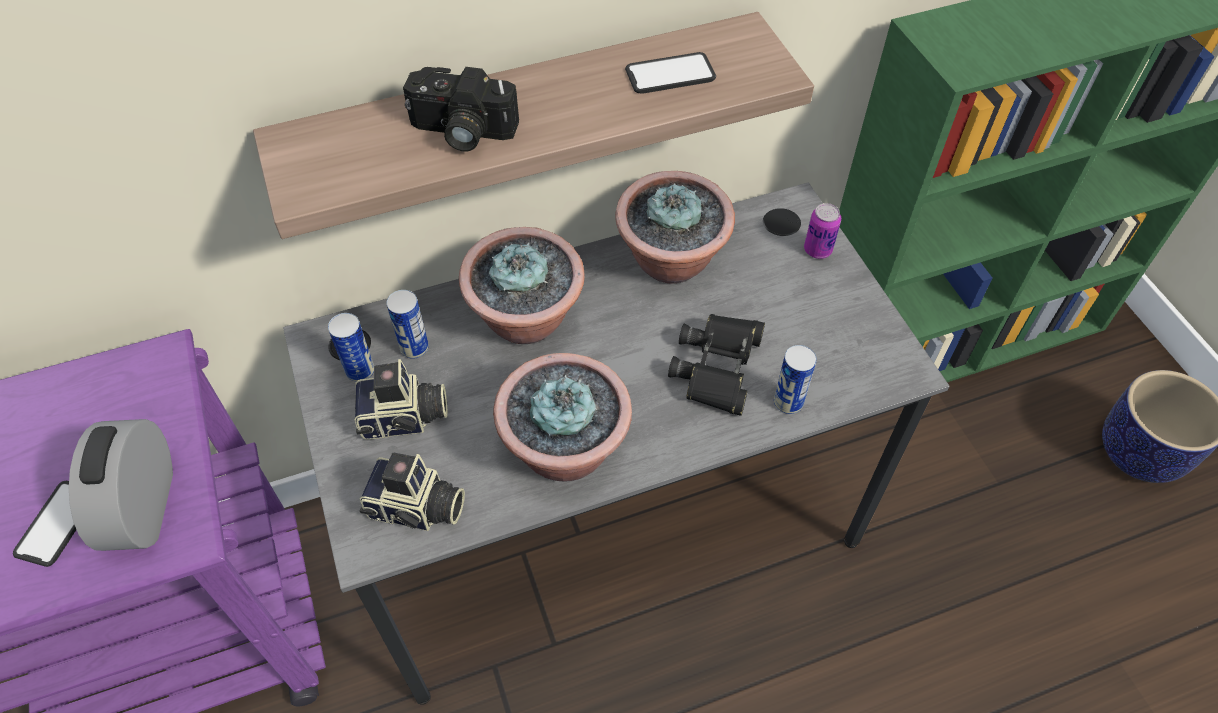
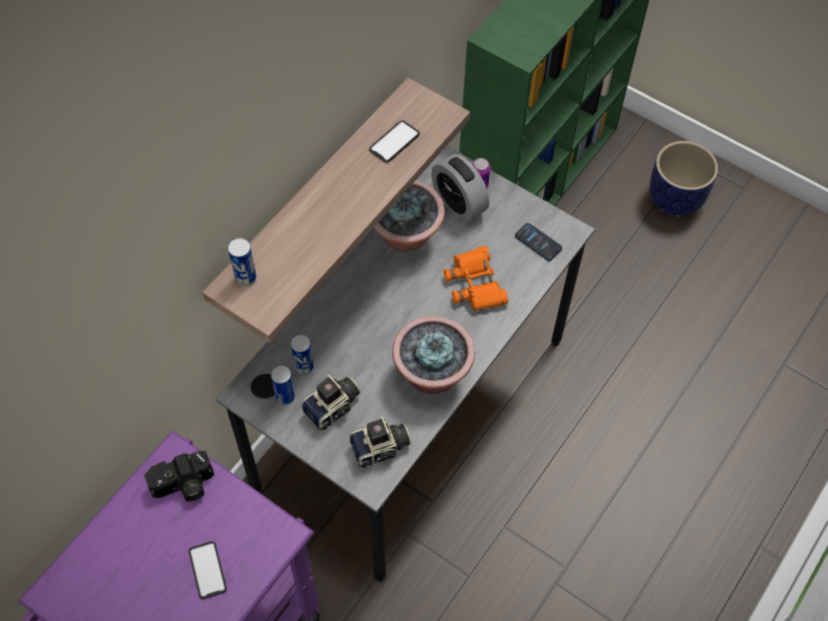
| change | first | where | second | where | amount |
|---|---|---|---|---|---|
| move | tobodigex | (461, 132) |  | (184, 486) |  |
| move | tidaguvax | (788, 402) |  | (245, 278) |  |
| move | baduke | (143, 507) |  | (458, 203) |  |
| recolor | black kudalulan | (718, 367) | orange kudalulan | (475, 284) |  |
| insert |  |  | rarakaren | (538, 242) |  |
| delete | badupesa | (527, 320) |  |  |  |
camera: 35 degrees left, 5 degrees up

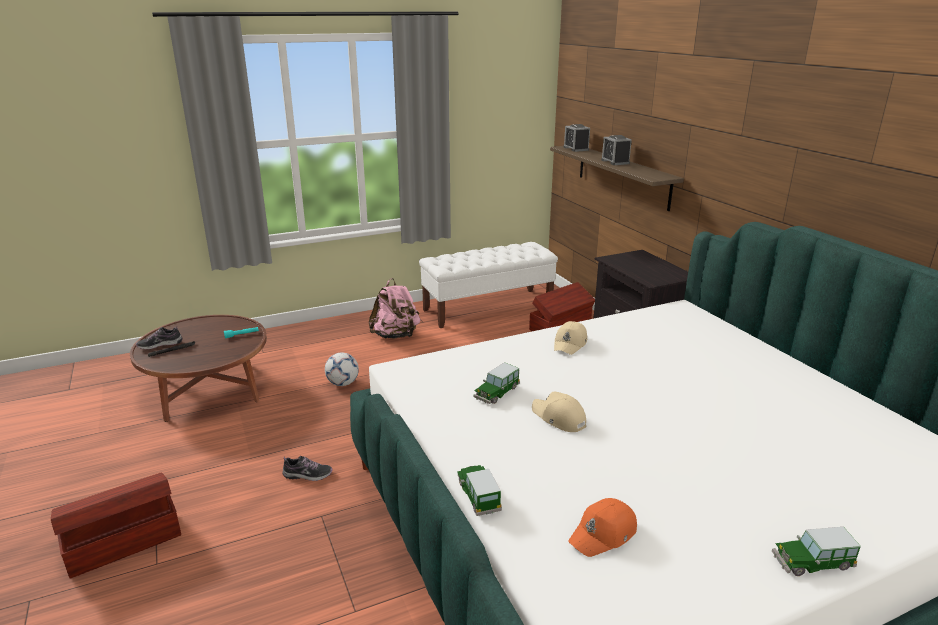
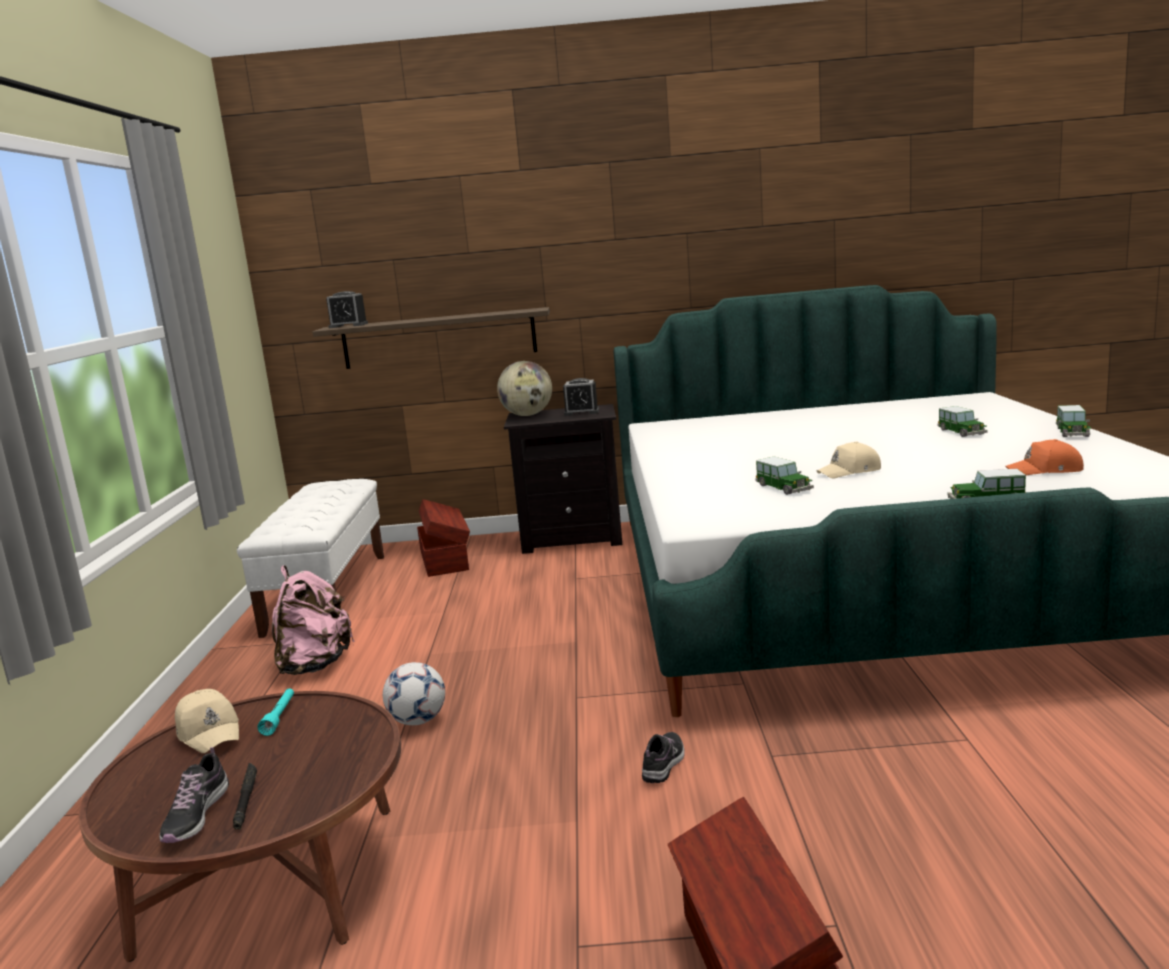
| change | first | where | second | where | amount |
|---|---|---|---|---|---|
| move | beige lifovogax | (570, 344) |  | (209, 732) |  |
| insert |  |  | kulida | (527, 415) |  |
| move | baduke | (615, 162) |  | (581, 412) |  |
| insert |  |  | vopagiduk | (961, 432) |  |
| rotate | orange lifovogax | (603, 534) |  | (1046, 471) | 105 degrees clockwise |
camera: 65 degrees left, 10 degrees down

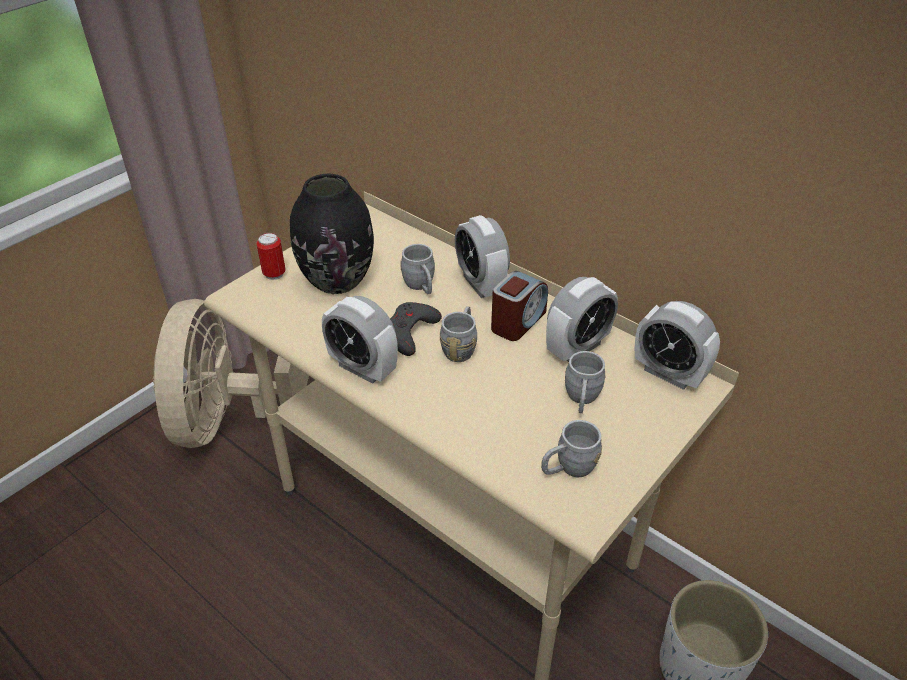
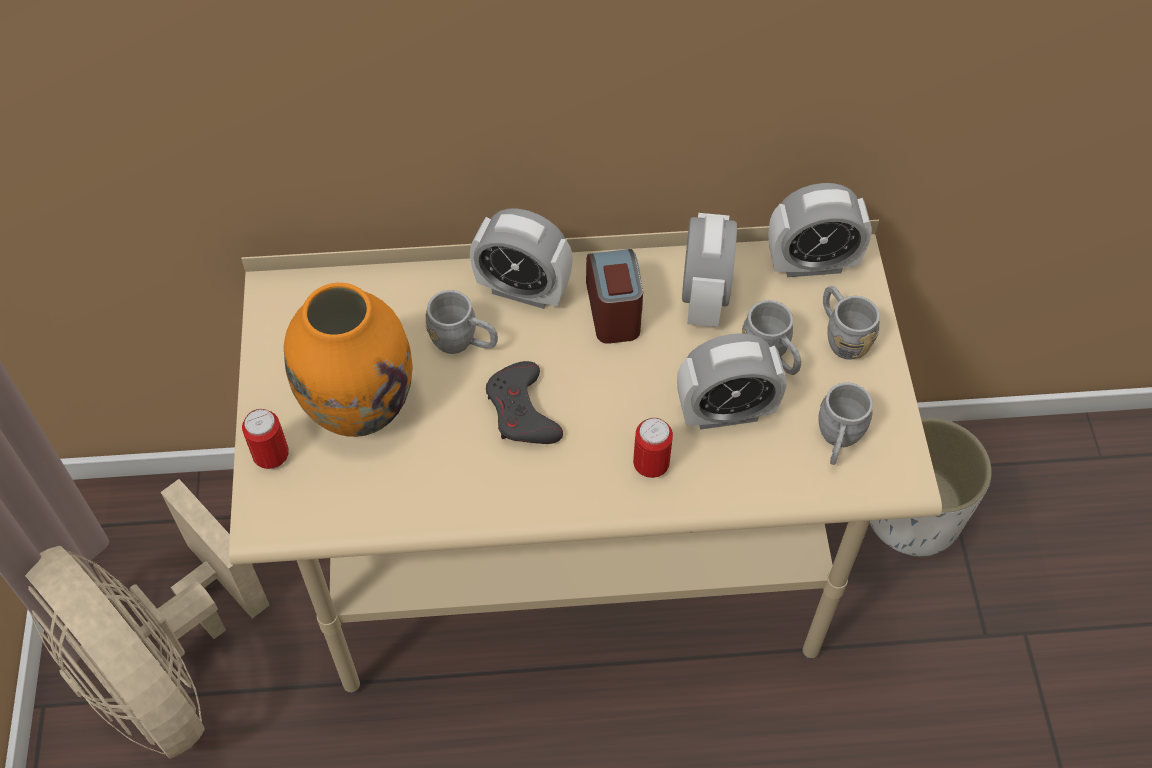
| change | first | where | second | where | amount |
|---|---|---|---|---|---|
| recolor | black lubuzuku | (337, 280) | orange lubuzuku | (359, 406) |  |
| insert |  |  | tidaguvax | (651, 465) |  |
| move | baduke | (362, 368) |  | (725, 412) |  |
| move | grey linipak | (461, 347) |  | (841, 336) |  |
camera: 45 degrees left, 15 degrees up

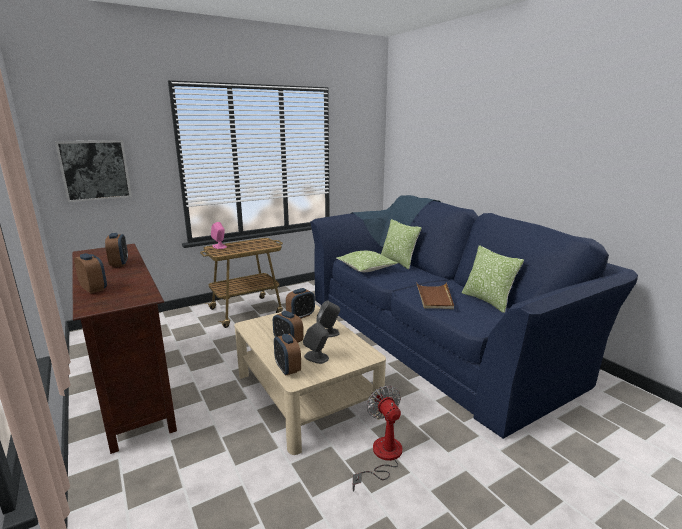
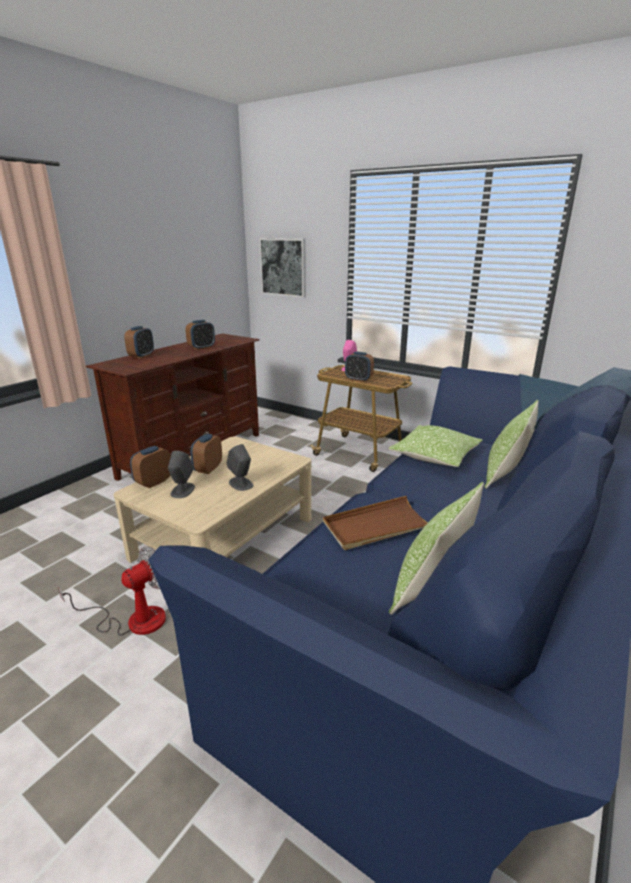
| change | first | where | second | where | amount |
|---|---|---|---|---|---|
| move | baduke | (301, 316) |  | (358, 379) |  |
camera: 65 degrees right, 5 degrees up

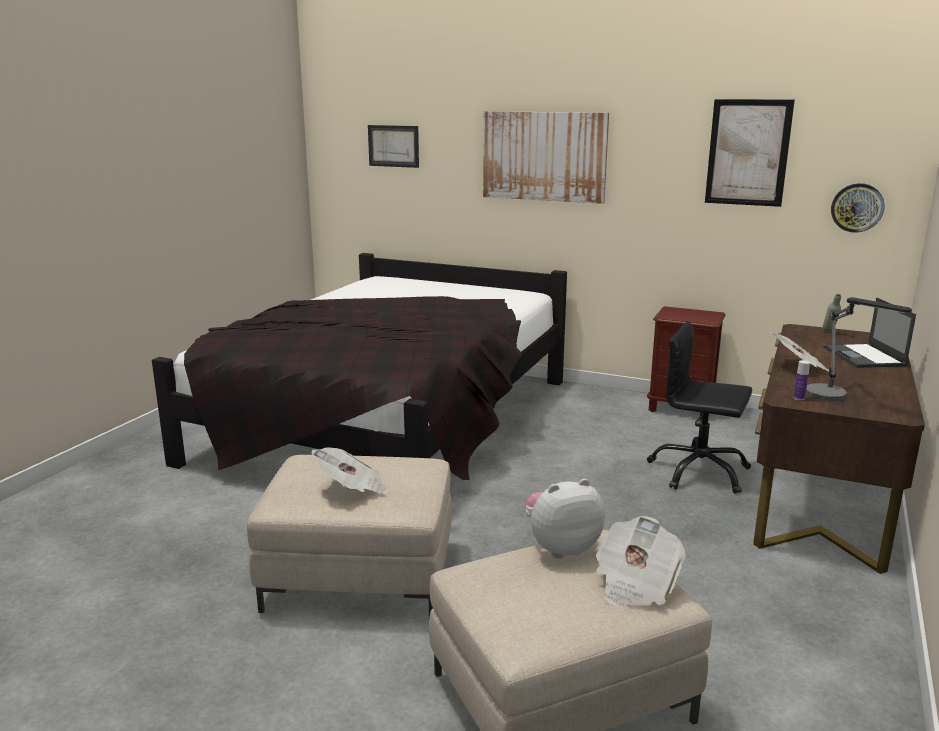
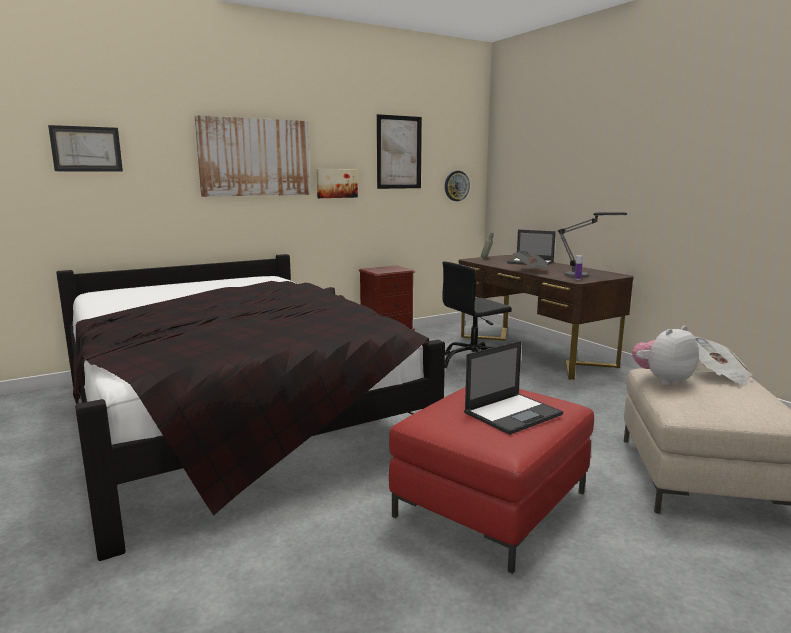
| change | first | where | second | where | amount |
|---|---|---|---|---|---|
| insert |  |  | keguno | (336, 183) |  |
| recolor | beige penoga | (360, 574) | red penoga | (491, 504) |  |
| replace | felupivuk | (352, 489) | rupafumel | (513, 413) |  |
| rotate | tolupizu | (561, 547) |  | (662, 380) | 45 degrees clockwise |
camera: 55 degrees left, 5 degrees down

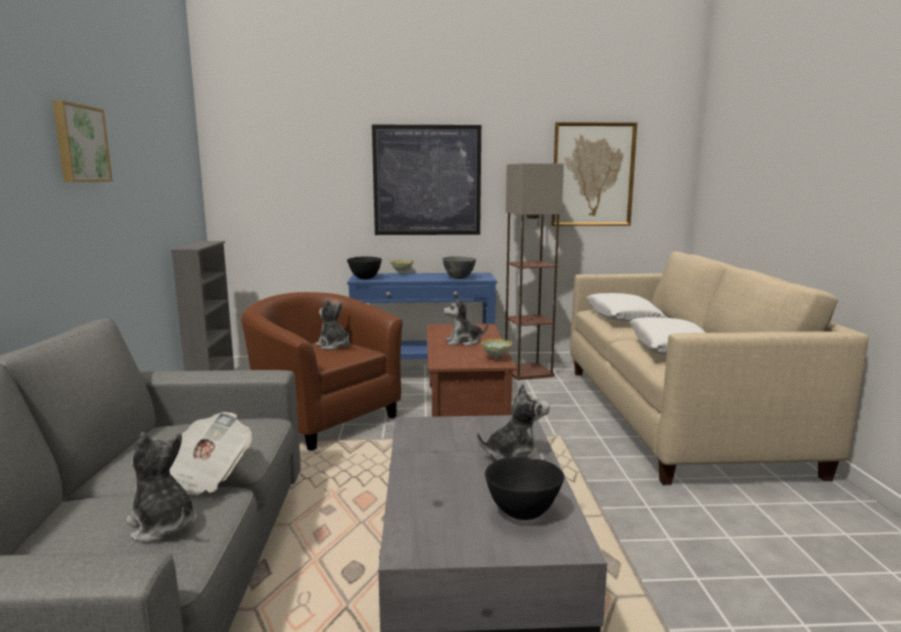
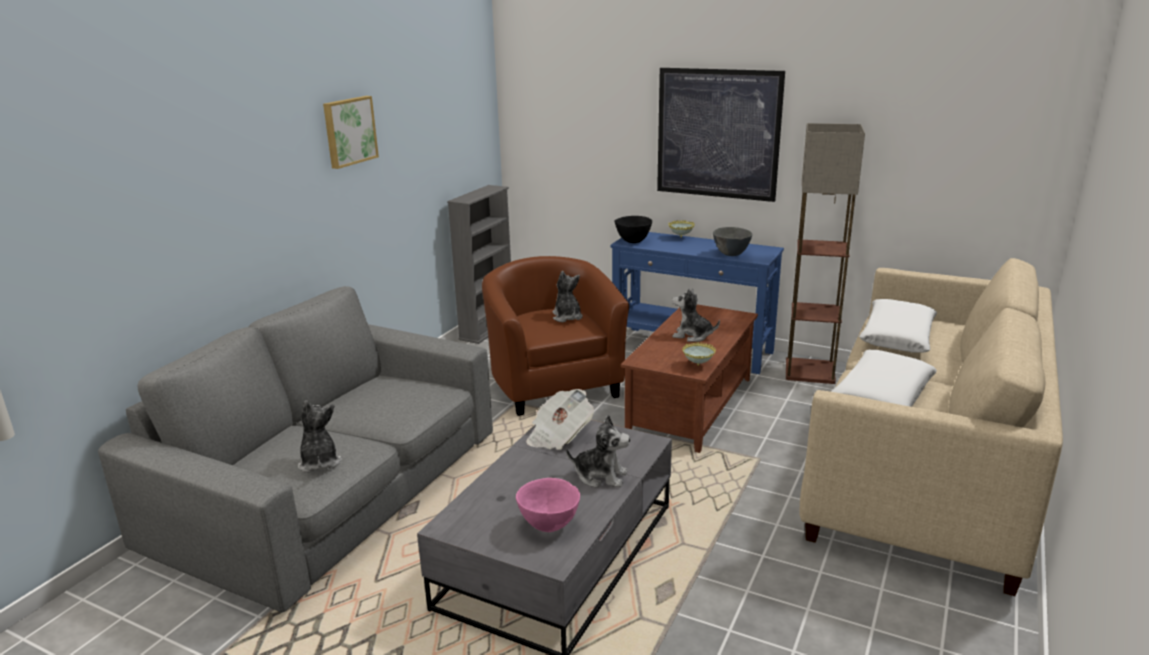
| change | first | where | second | where | amount |
|---|---|---|---|---|---|
| recolor | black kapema | (522, 513) | pink kapema | (549, 525) |  |
| move | felupivuk | (205, 477) |  | (559, 436) |  |
| delete | keguno | (592, 175) |  |  |  |
camera: 30 degrees right, 10 degrees up

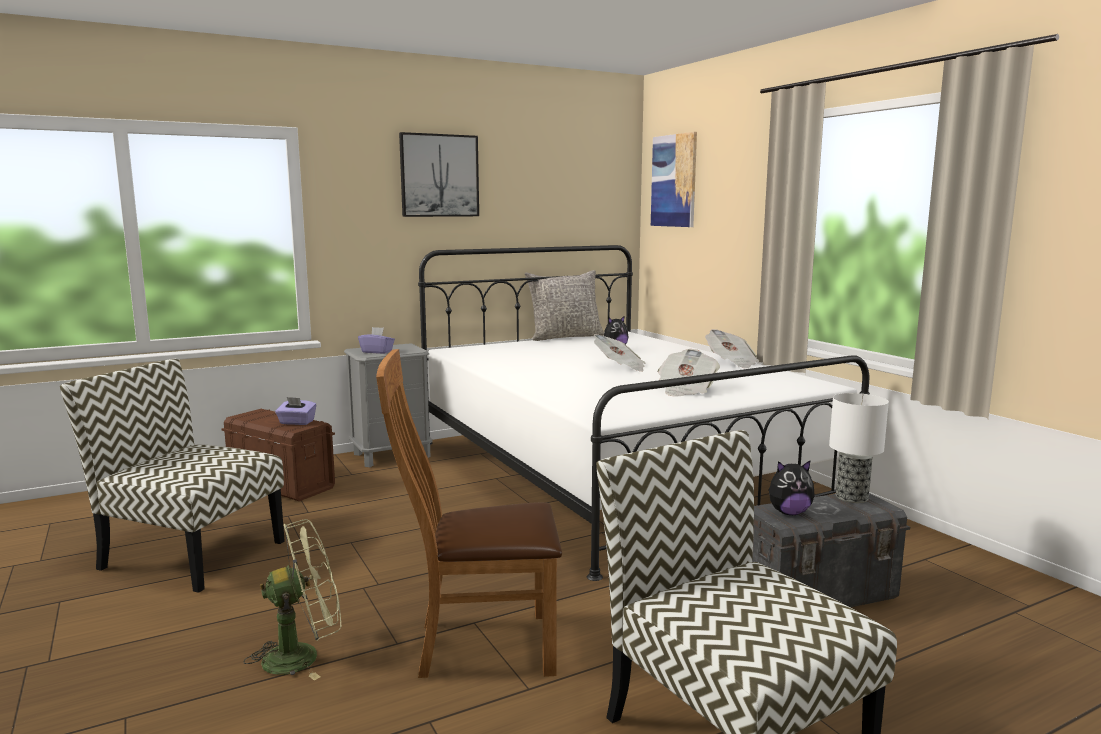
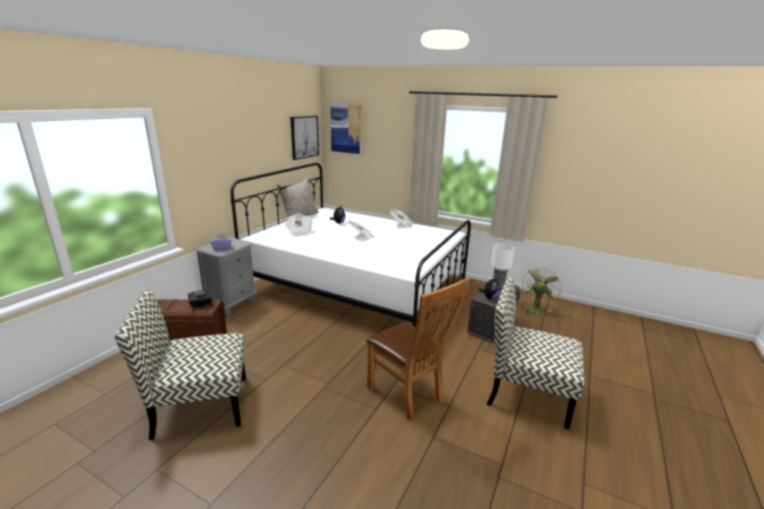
| change | first | where | second | where | amount |
|---|---|---|---|---|---|
| recolor | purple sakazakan | (296, 422) | black sakazakan | (201, 304) |  |
| move | felupivuk | (686, 390) |  | (299, 232) |  |
| move | keguno | (439, 175) |  | (304, 137) |  |
| rotate | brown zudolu | (476, 645) |  | (408, 395) | 90 degrees counterclockwise |
| move | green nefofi | (303, 655) |  | (535, 308) |  |
camera: 35 degrees left, 10 degrees up

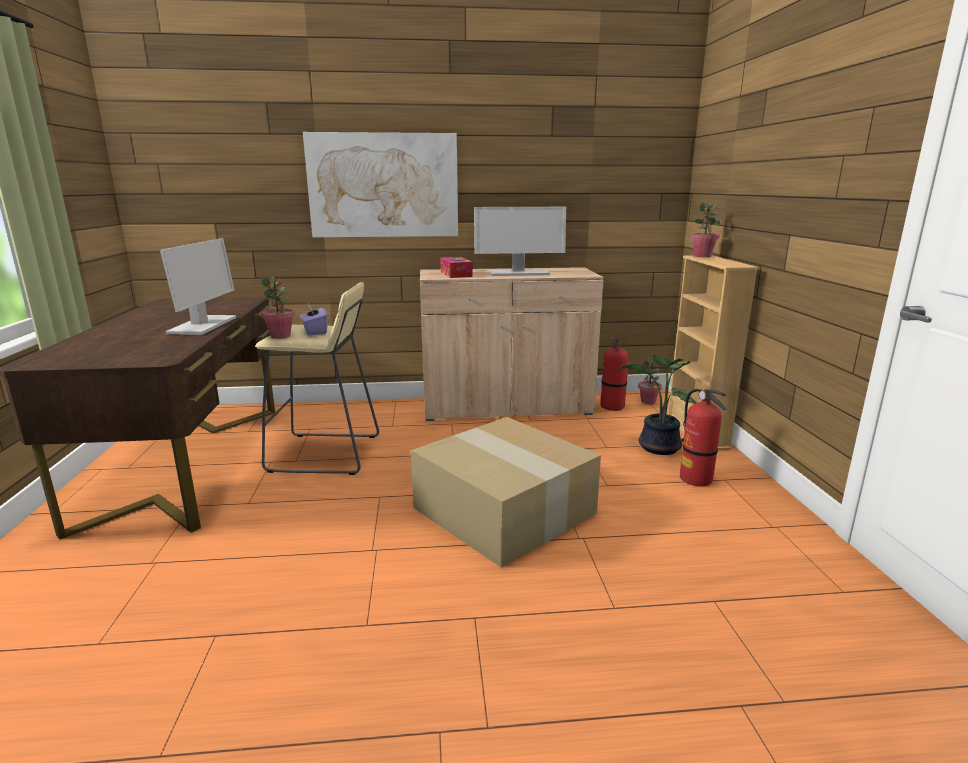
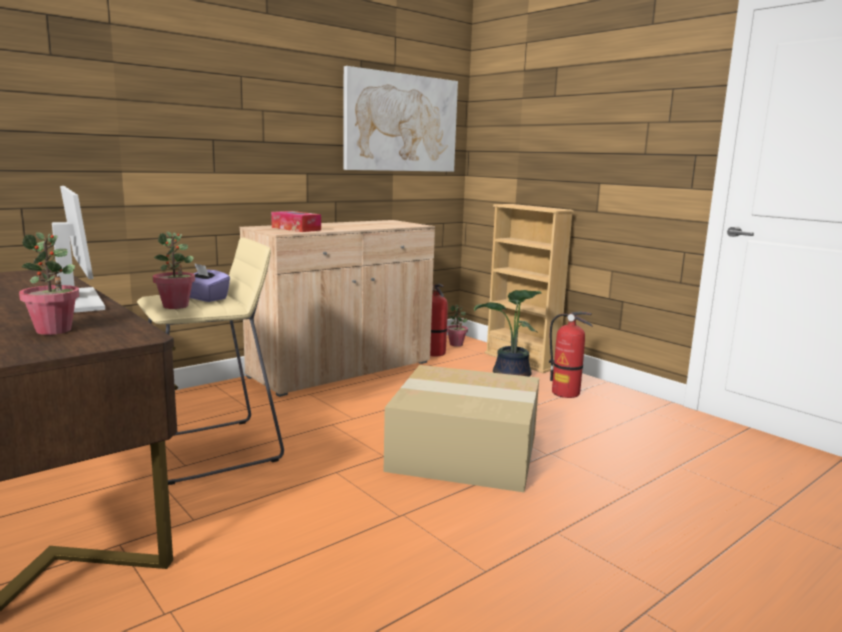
| change | first | where | second | where | amount |
|---|---|---|---|---|---|
| move | badupesa | (702, 256) |  | (54, 330) |  |
| move | keguno | (383, 186) |  | (401, 123) |  |
| delete | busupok | (518, 273) |  |  |  |
camera: 35 degrees left, 5 degrees down

